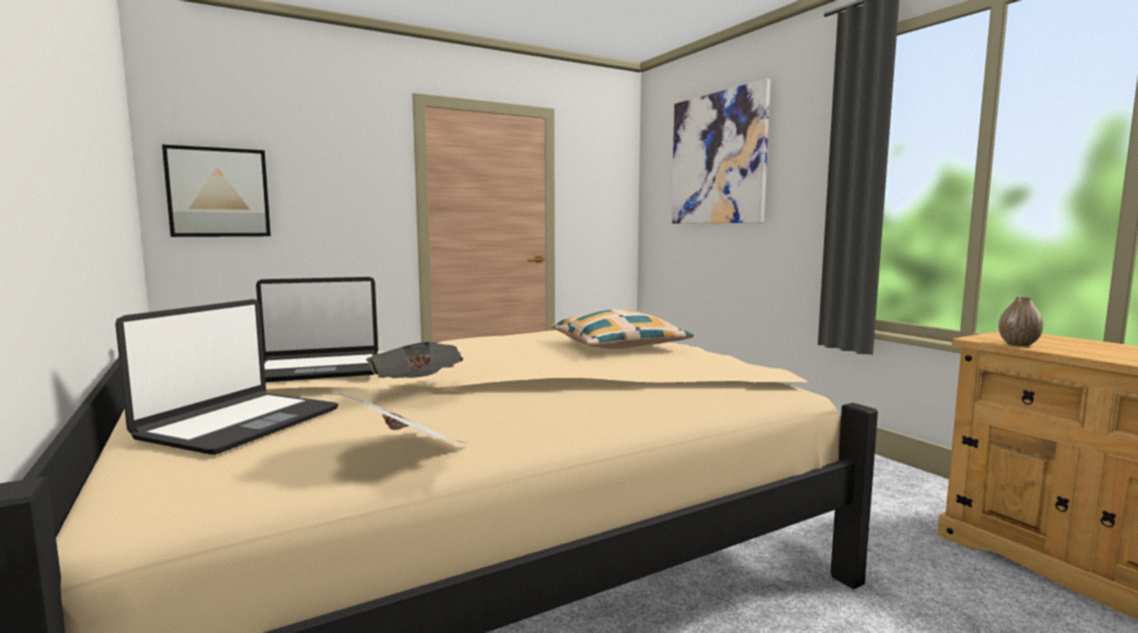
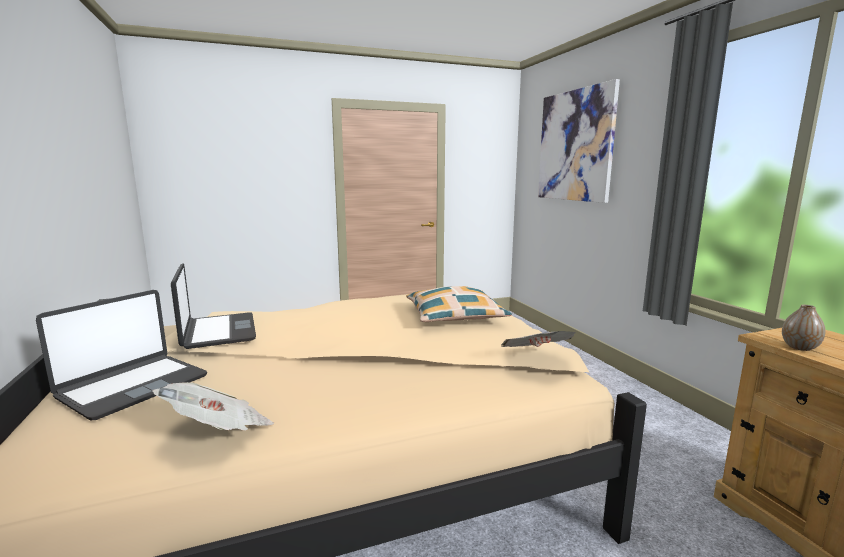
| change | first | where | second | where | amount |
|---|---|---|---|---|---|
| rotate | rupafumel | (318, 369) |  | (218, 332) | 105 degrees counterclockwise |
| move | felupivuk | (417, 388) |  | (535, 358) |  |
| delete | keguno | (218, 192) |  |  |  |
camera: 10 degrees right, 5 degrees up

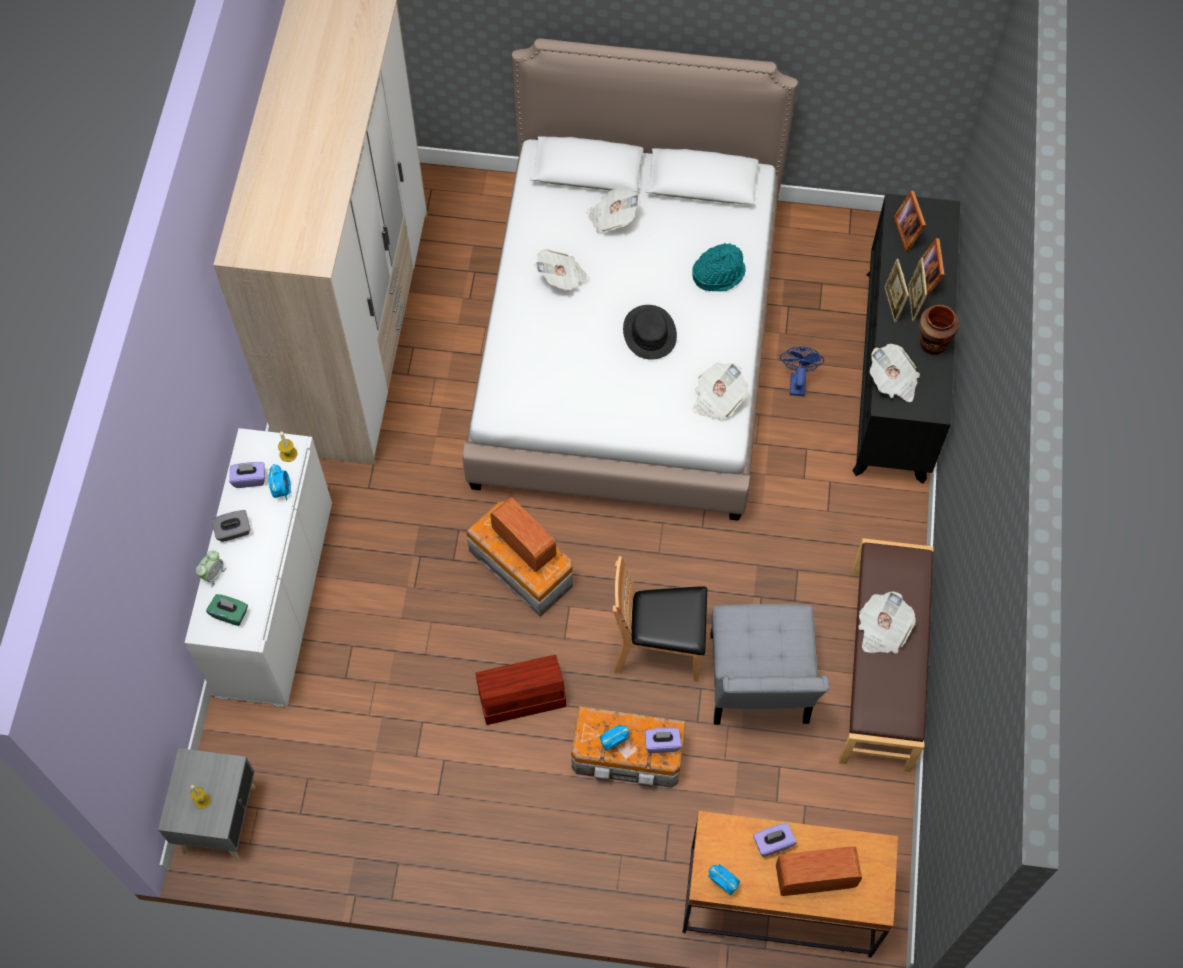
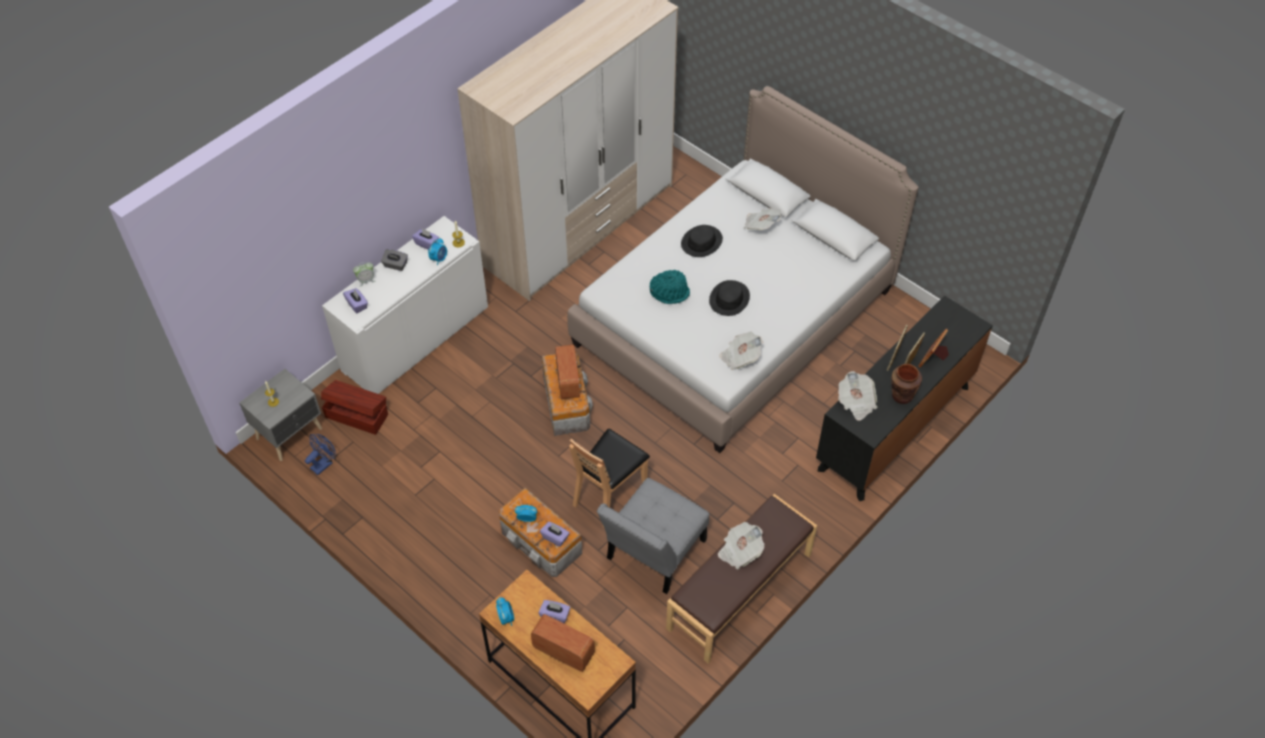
| change | first | where | second | where | amount |
|---|---|---|---|---|---|
| move | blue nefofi | (797, 381) |  | (324, 463) |  |
| move | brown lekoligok | (521, 697) |  | (356, 415) |  |
| recolor | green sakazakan | (230, 614) | purple sakazakan | (357, 305) |  |
| rotate | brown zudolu | (658, 648) |  | (609, 495) | 90 degrees counterclockwise |
| move | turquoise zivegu | (718, 274) |  | (670, 292) |  |
| replace | felupivuk | (562, 278) | black zivegu | (701, 242) |  |
| delete | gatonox | (909, 231) |  |  |  |
camera: 35 degrees right, 10 degrees down

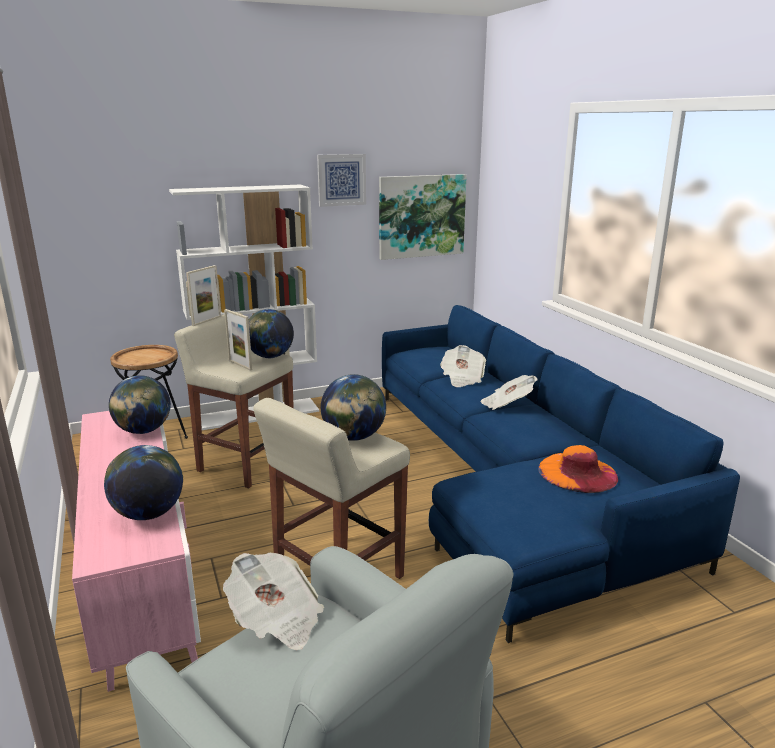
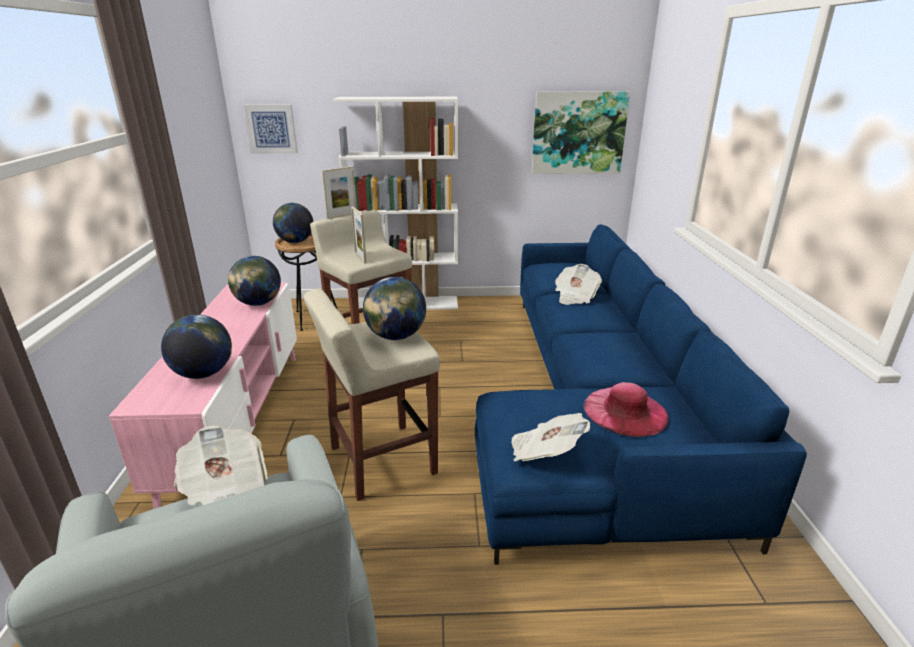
| change | first | where | second | where | amount |
|---|---|---|---|---|---|
| move | keguno | (341, 180) |  | (271, 129) |  |
| move | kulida | (270, 357) |  | (295, 242) |  |
| move | felupivuk | (507, 405) |  | (545, 453) |  |
| recolor | orange zivegu | (577, 472) | pink zivegu | (625, 411) |  |
camera: 20 degrees right, 5 degrees up

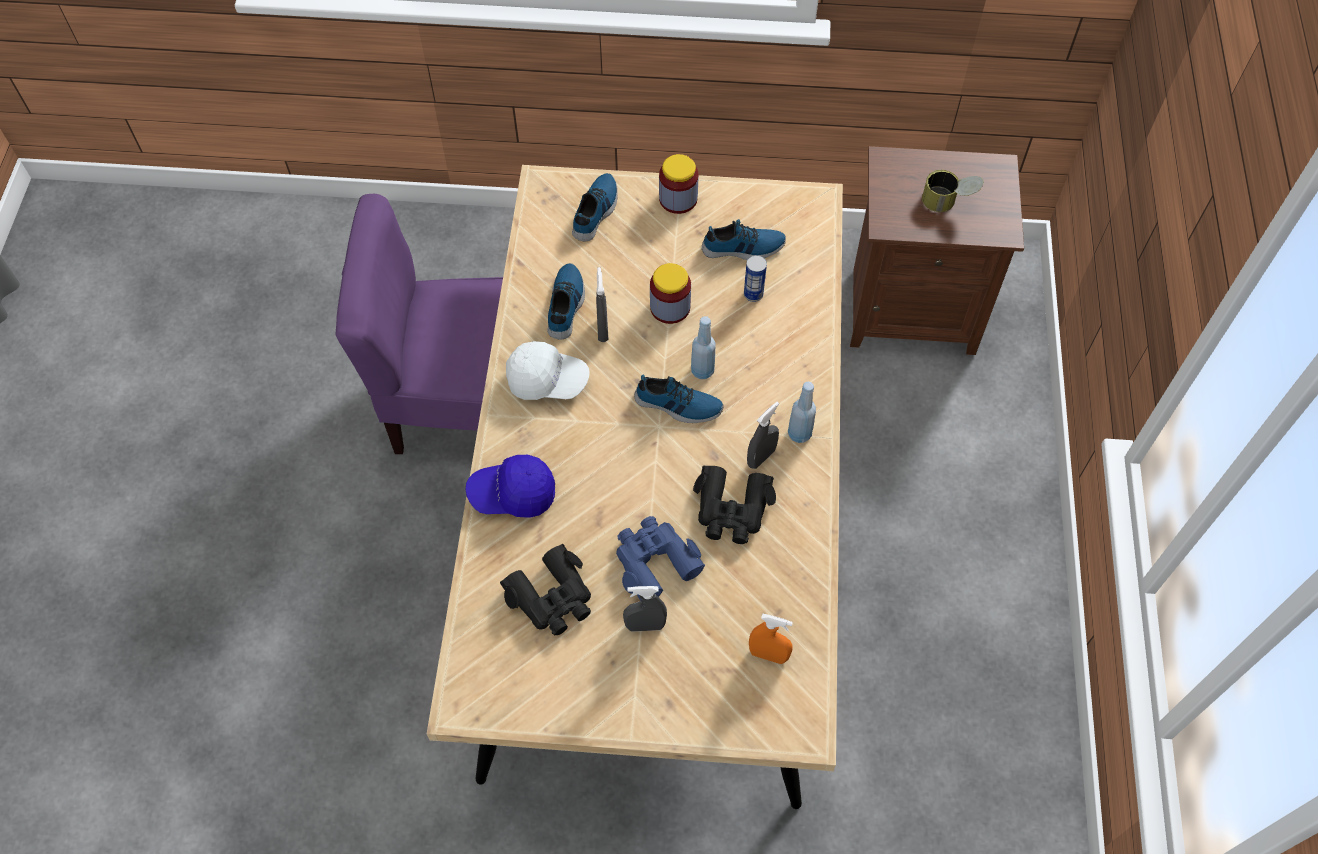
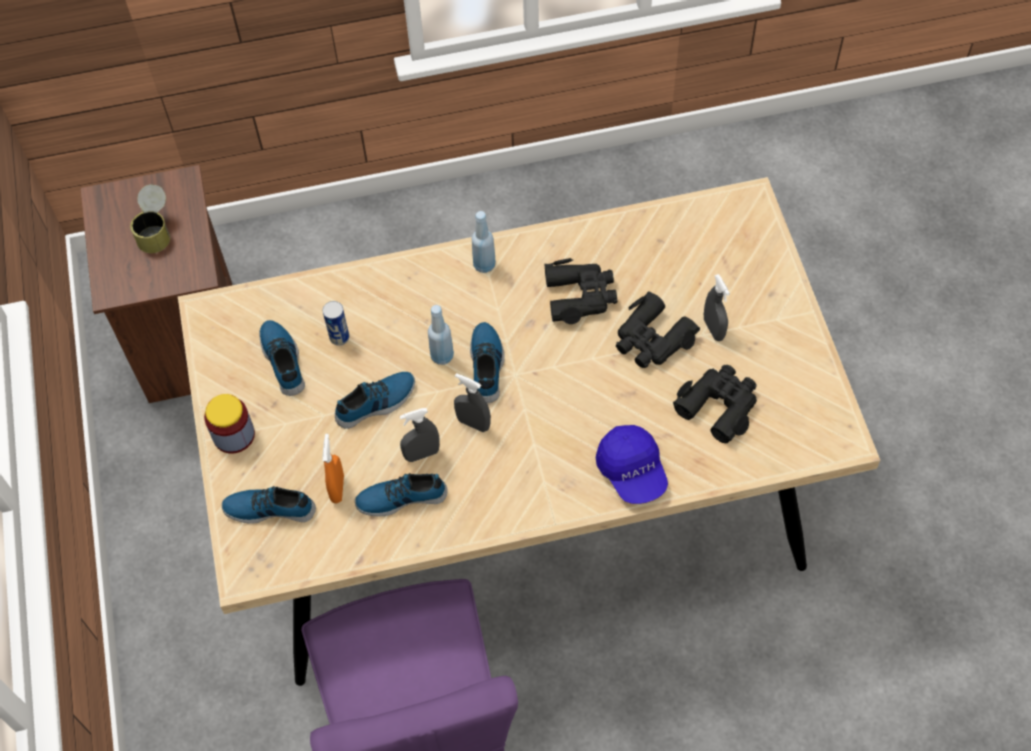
| change | first | where | second | where | amount |
|---|---|---|---|---|---|
| move | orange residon | (768, 655) |  | (337, 488) |  |
| replace | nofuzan | (670, 307) | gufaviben | (376, 403) |  |
| move | grey residon | (761, 457) |  | (473, 423) |  |
| recolor | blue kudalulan | (654, 561) | black kudalulan | (652, 339) |  |
| delete | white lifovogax | (547, 380) |  |  |  |
camera: 105 degrees left, 0 degrees up

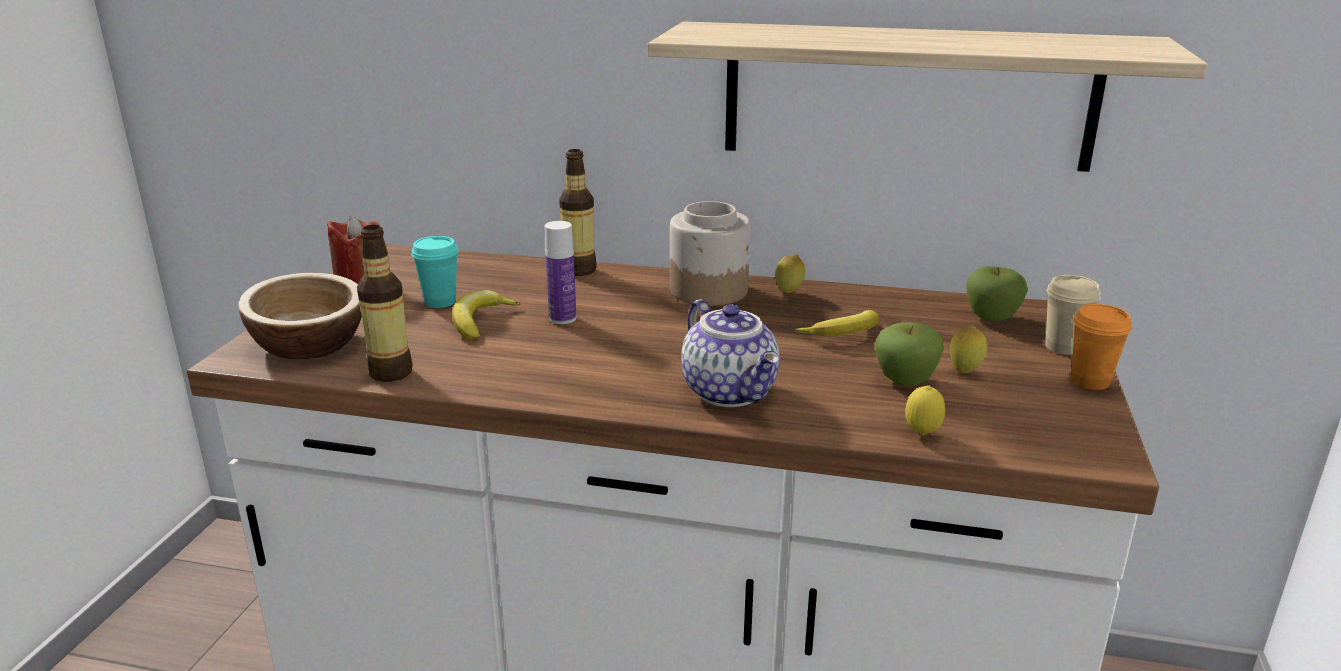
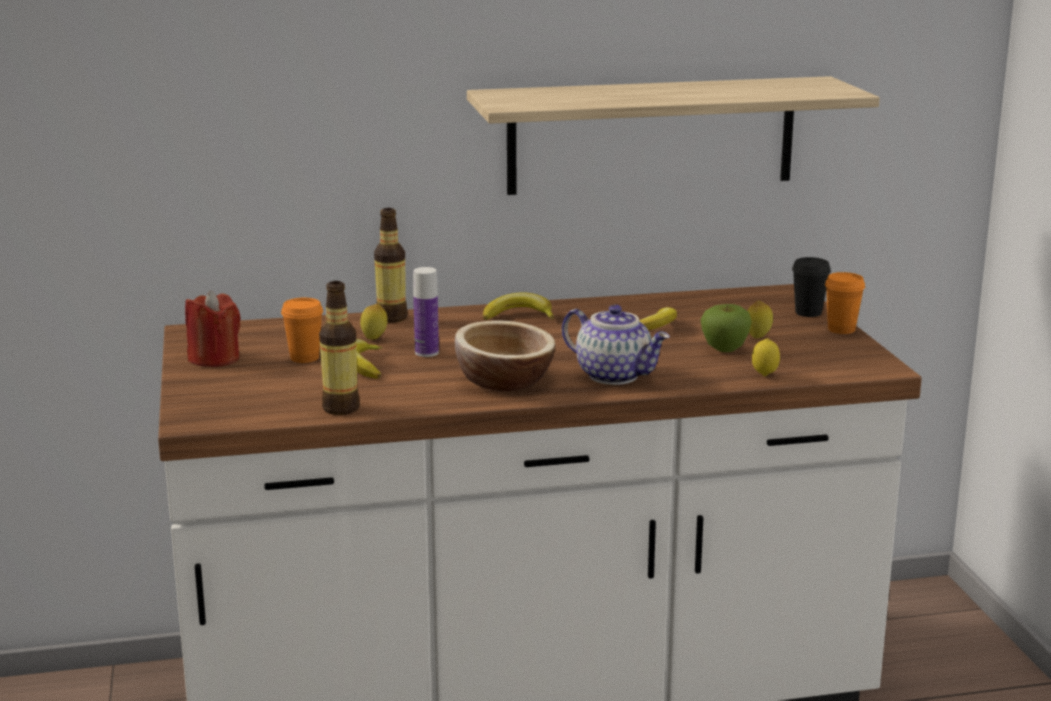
| change | first | where | second | where | amount |
|---|---|---|---|---|---|
| recolor | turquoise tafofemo | (440, 302) | orange tafofemo | (304, 358) |  |
| move | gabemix | (789, 293) |  | (374, 339) |  |
| move | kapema | (309, 344) |  | (504, 381) |  |
| replace | nofuzan | (710, 290) | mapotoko | (519, 316) |  |
| recolor | beige tafofemo | (1063, 347) | black tafofemo | (808, 313) |  |
| delete | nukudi | (991, 318) |  |  |  |
camera: 25 degrees left, 5 degrees down

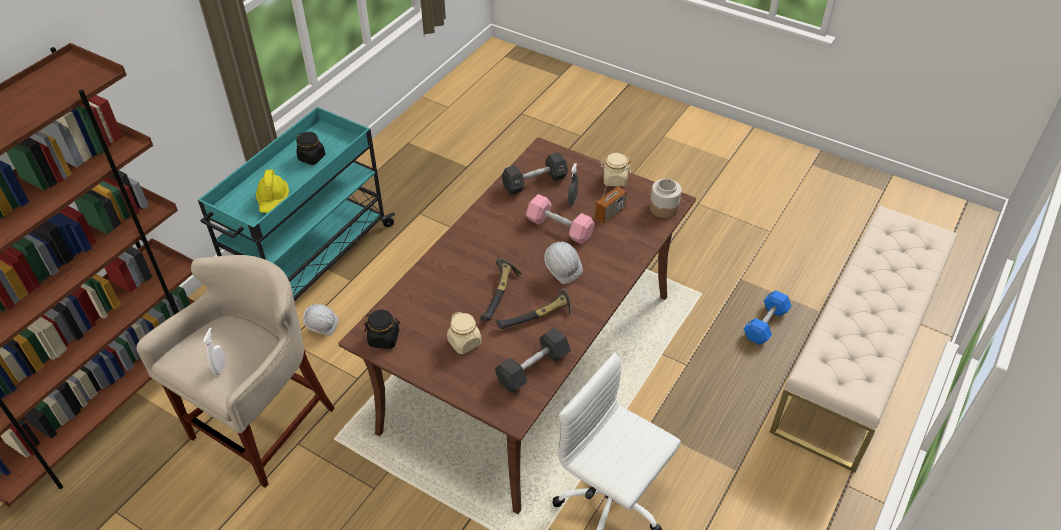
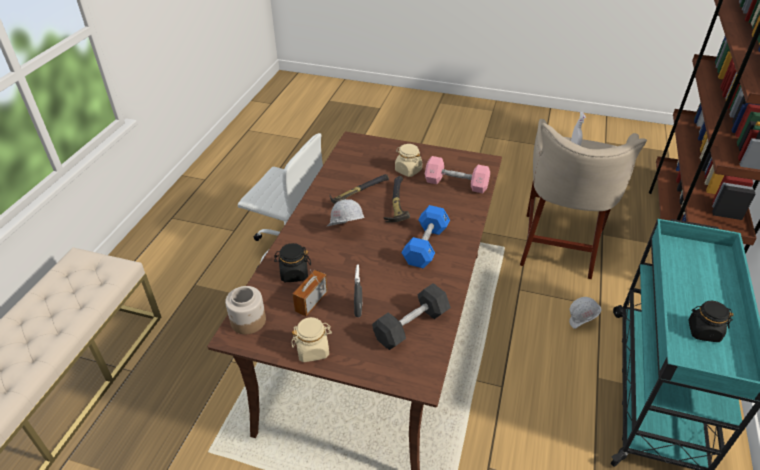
| change | first | where | second | where | amount |
|---|---|---|---|---|---|
| move | black nofuzan | (384, 339) |  | (294, 273) |  |
| move | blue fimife | (765, 324) |  | (425, 245) |  |
| move | pink fimife | (559, 228) |  | (456, 184) |  |
| delete | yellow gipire | (273, 200) |  |  |  |
| delete | black fimife | (533, 368) |  |  |  |
camera: 165 degrees right, 5 degrees down

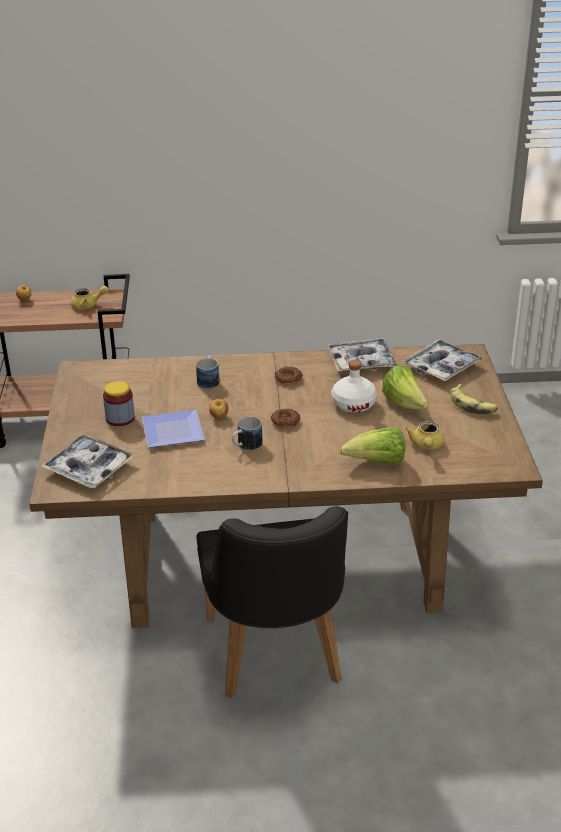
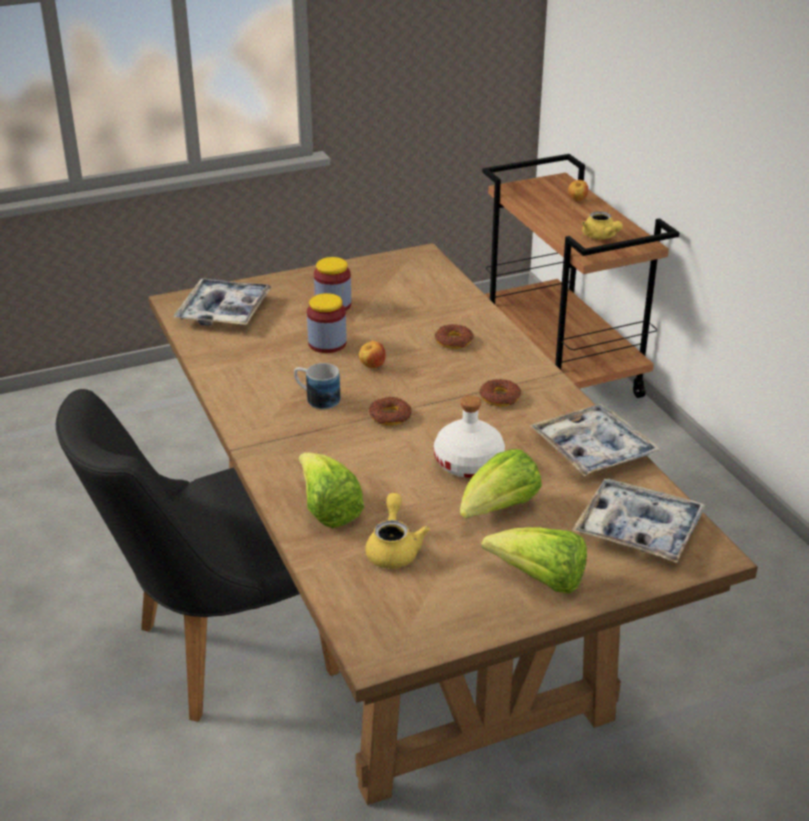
| change | first | where | second | where | amount |
|---|---|---|---|---|---|
| replace | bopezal | (174, 430) | nofuzan | (327, 343) |  |
| rotate | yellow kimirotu | (426, 446) |  | (394, 549) | 105 degrees clockwise |
| replace | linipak | (209, 380) | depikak | (454, 341) |  |
| replace | mapotoko | (472, 405) | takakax | (540, 580) |  |
camera: 70 degrees right, 0 degrees up

